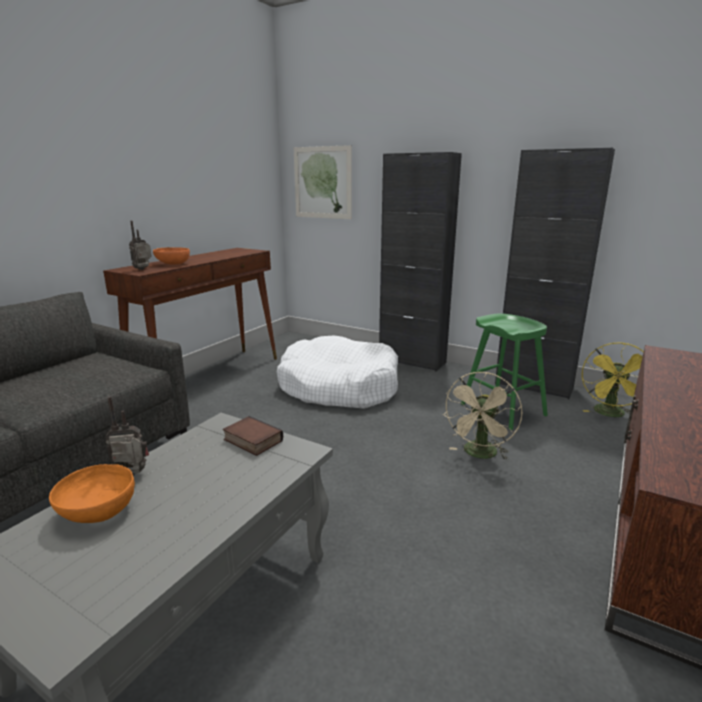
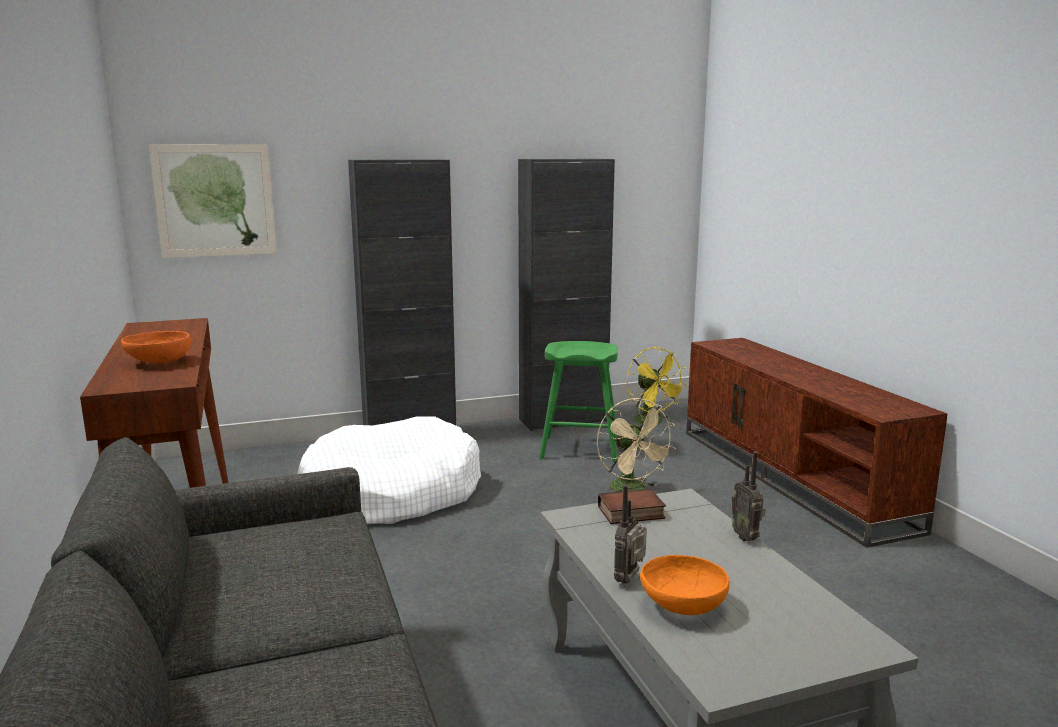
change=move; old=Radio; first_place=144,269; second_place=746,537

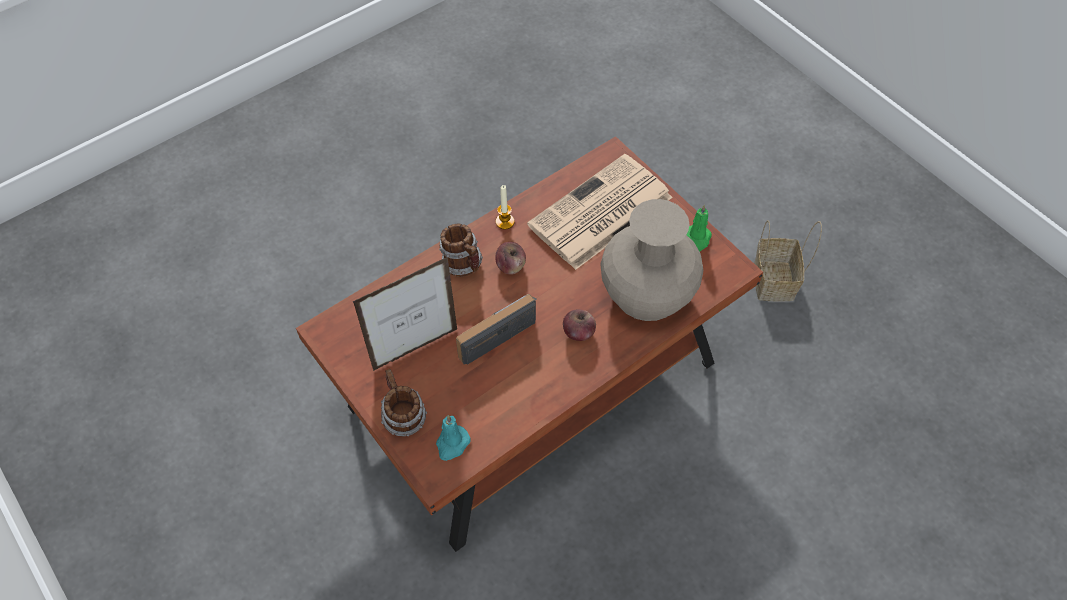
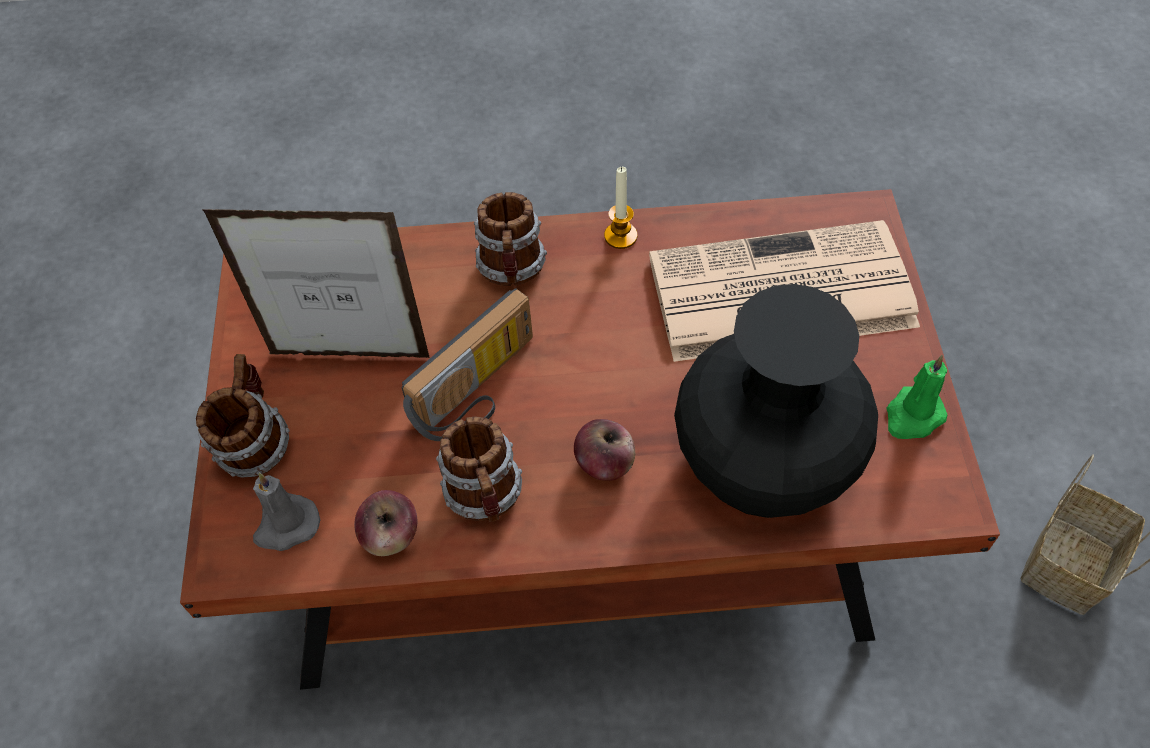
change=recolor; old=Kerze (türkis); new=Kerze (grau); first_place=452,444; second_place=286,526
change=rotate; old=Radio; first_place=495,331; second_place=480,391; degrees=135
change=move; old=Apfel; first_place=510,266; second_place=391,535
change=recolor; old=Vase (beige); new=Vase (schwarz); first_place=647,292; second_place=764,459
change=insert; new=Henkelbecher; second_place=486,496

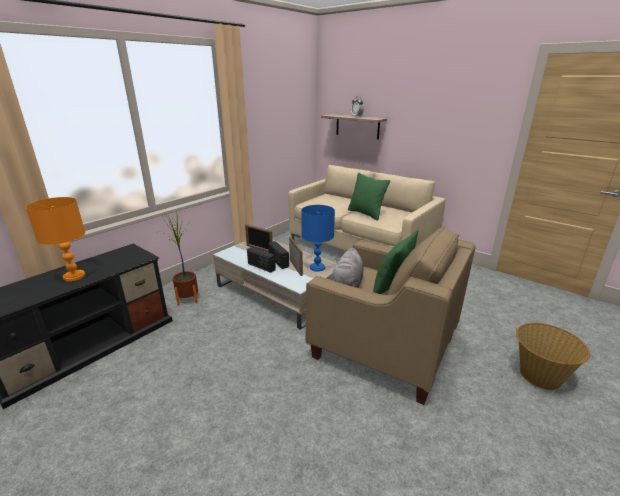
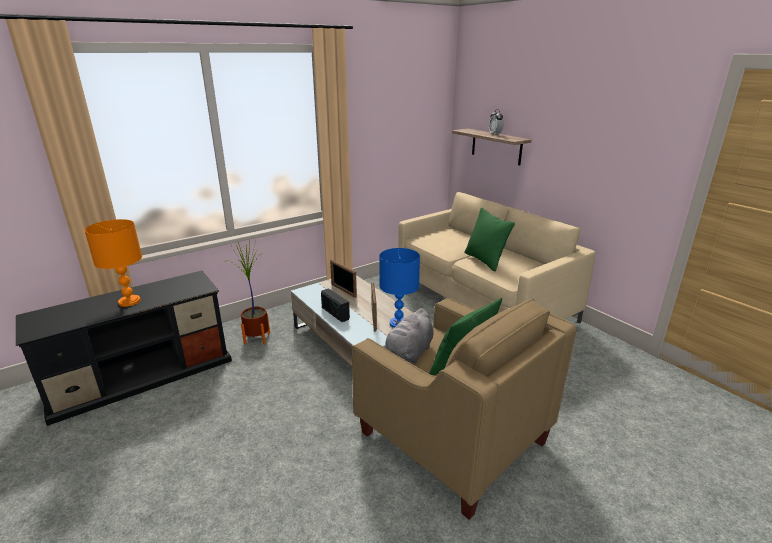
change=delete; old=Radio; first_place=278,262
change=delete; old=Korb; first_place=539,376

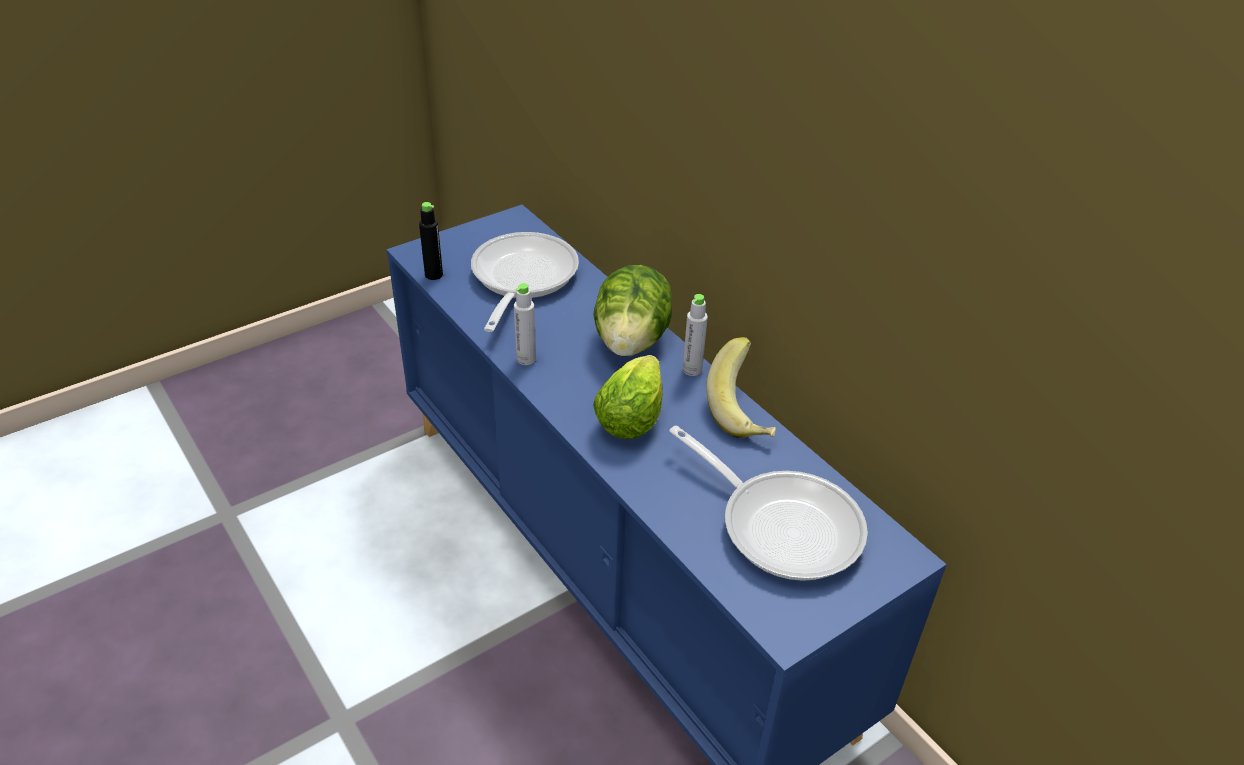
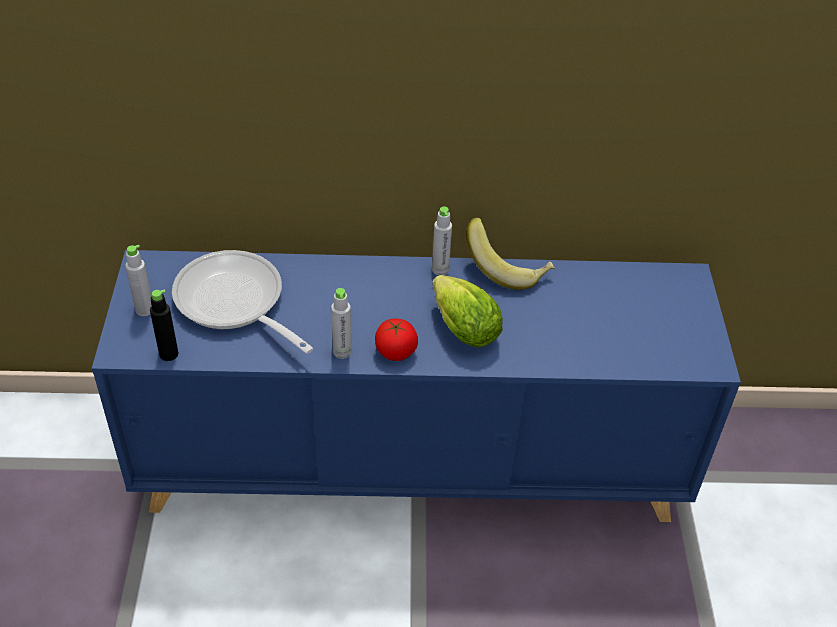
change=delete; old=Salatkopf; first_place=631,341
change=delete; old=Pfanne; first_place=781,524
change=insert; new=Flasche (grau); second_place=144,309
change=insert; new=Tomate; second_place=396,351

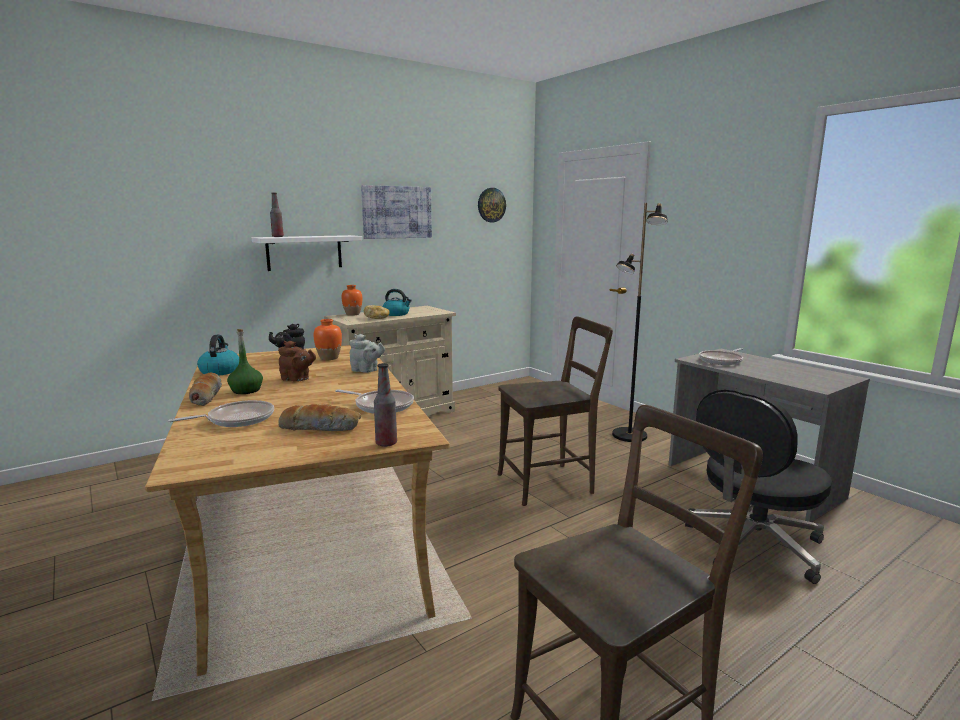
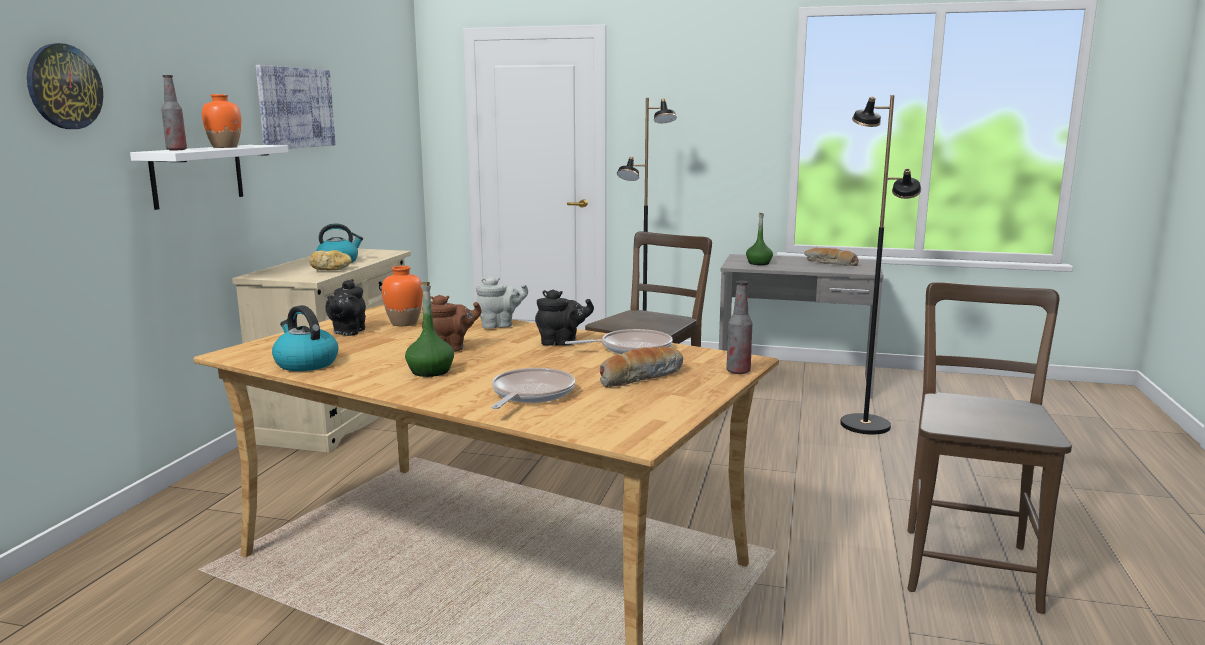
change=move; old=Brot; first_place=206,396; second_place=830,263
change=move; old=Vase (orange); first_place=352,314; second_place=224,147
change=move; old=Wanduhr; first_place=491,205; second_place=64,86
change=replace; old=Bürostuhl (schwarz); new=Stehlampe (schwarz); first_place=752,545; second_place=864,425
change=replace; old=Pfanne; new=Flasche (grün); first_place=722,361; second_place=759,263
change=insert; new=Teekanne (schwarz); second_place=561,343

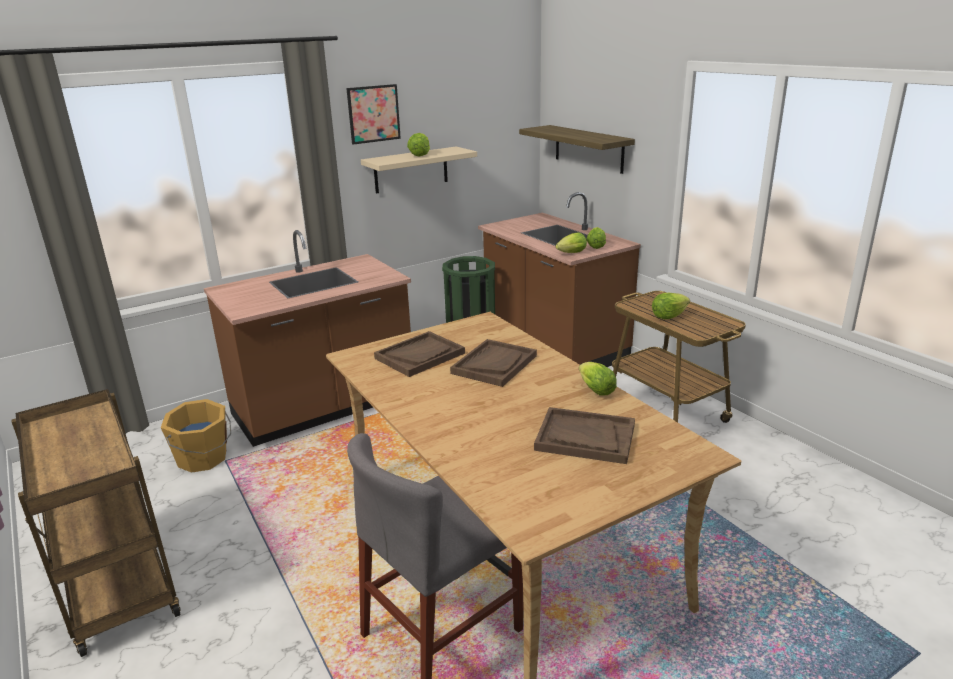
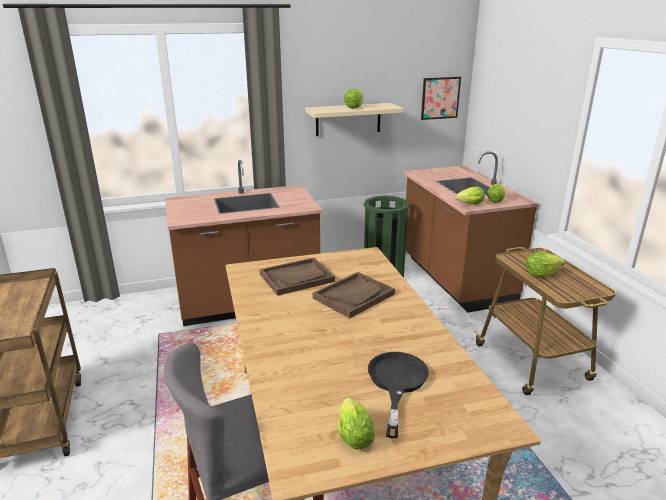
change=delete; old=Eimer (orange); first_place=203,458
change=move; old=Bild; first_place=373,114; second_place=440,98
change=delete; old=Wandregal; first_place=588,148
change=replace; old=Tablett (braun); new=Pfanne (schwarz); first_place=585,438; second_place=396,383
change=move; old=Salatkopf; first_place=594,389; second_place=353,434

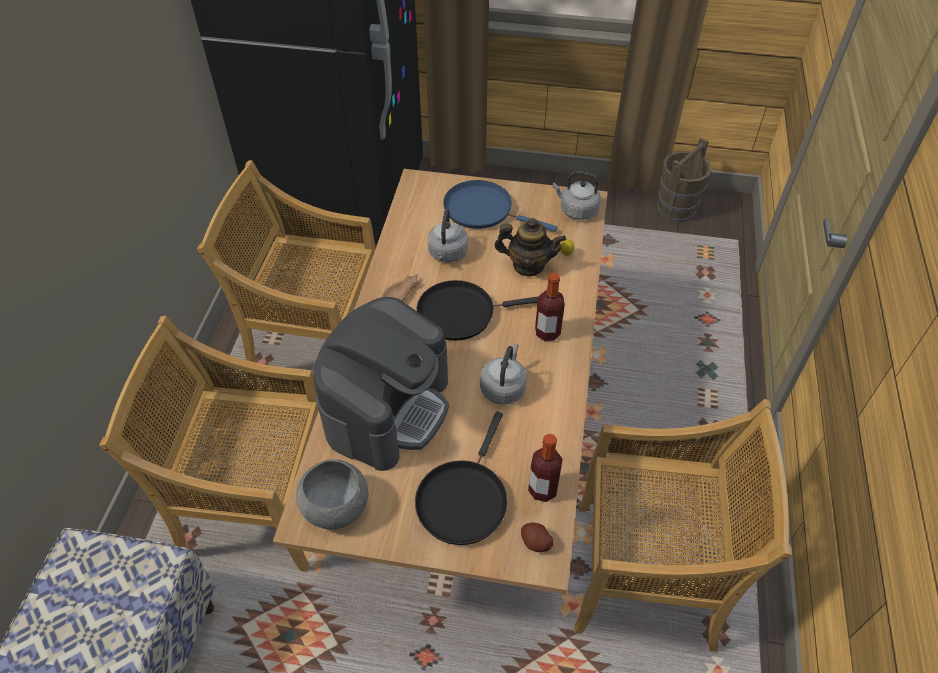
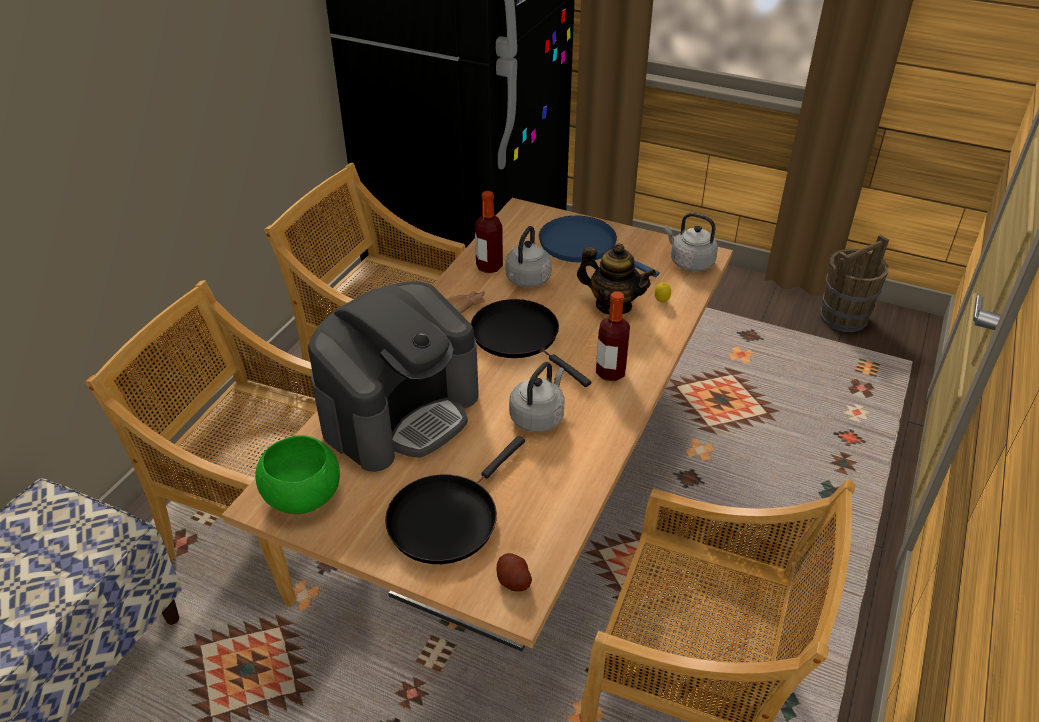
change=recolor; old=Schüssel (grau); new=Schüssel (grün); first_place=335,506; second_place=302,495
change=rotate; old=Pfanne (schwarz); first_place=461,313; second_place=519,337; degrees=45
change=move; old=Flasche; first_place=542,489; second_place=489,266

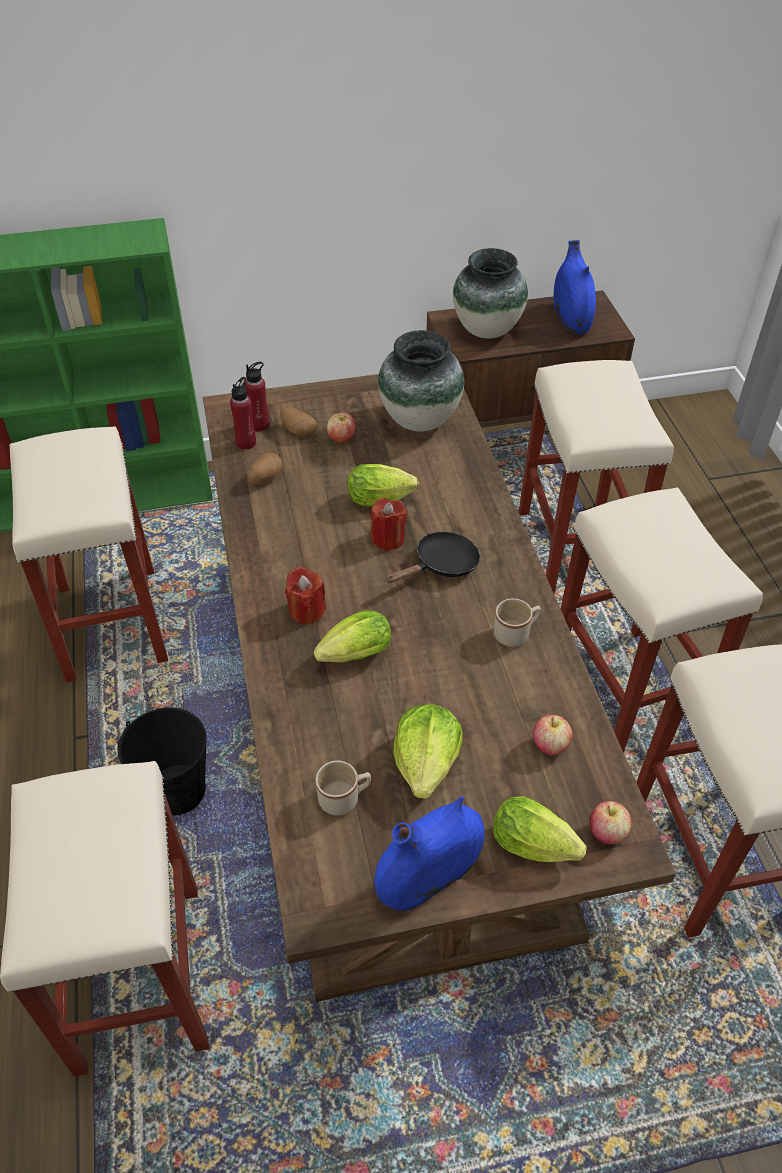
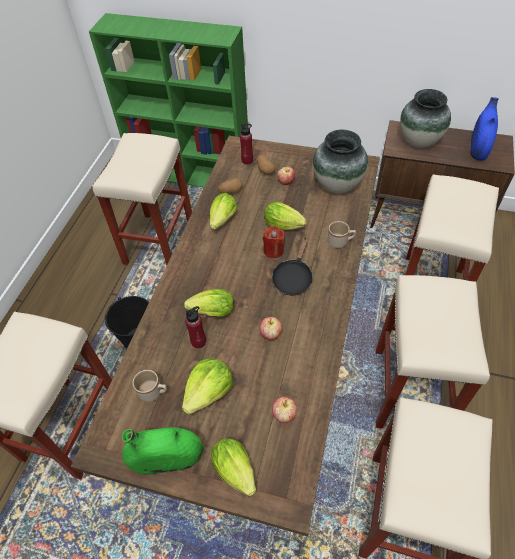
change=move; old=Flasche (rot); first_place=246,443; second_place=198,341
change=delete; old=Kerze (rot); first_place=306,610
change=recolor; old=Vase (blau); new=Vase (grün); first_place=429,876; second_place=167,460
change=rotate; old=Pfanne (schwarz); first_place=441,565; second_place=293,277; degrees=120
change=move; old=Henkelbecher (beige); first_place=516,633; second_place=340,242
change=move; old=Apfel; first_place=606,833; second_place=270,334
change=insert; new=Salatkopf; second_place=222,221

